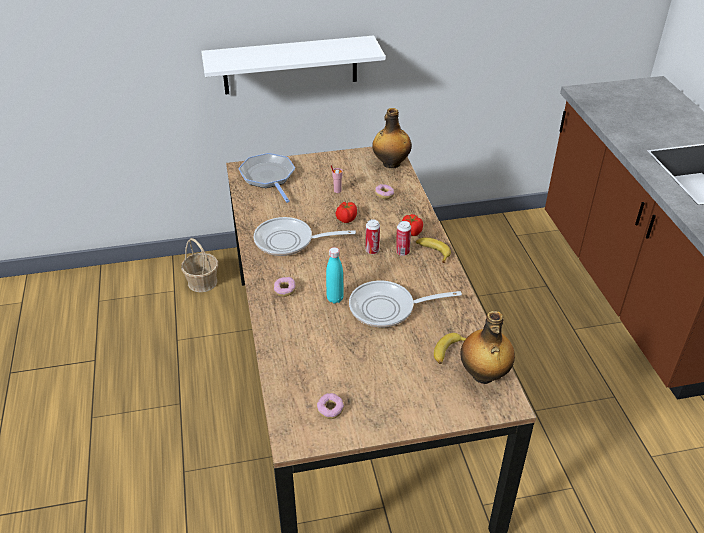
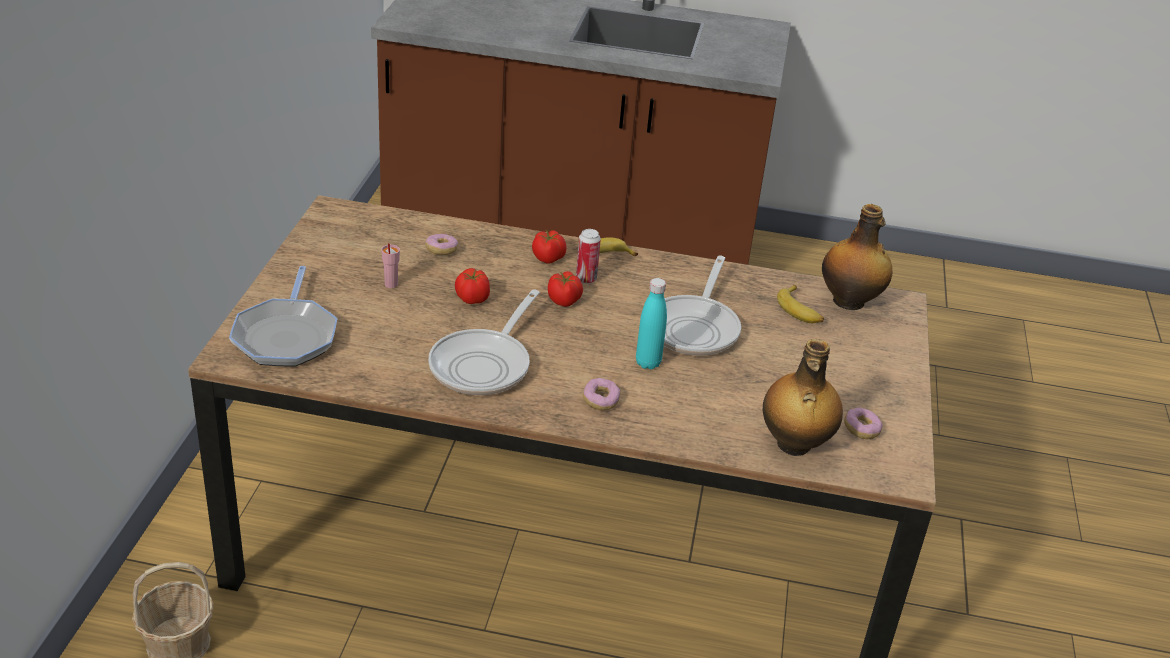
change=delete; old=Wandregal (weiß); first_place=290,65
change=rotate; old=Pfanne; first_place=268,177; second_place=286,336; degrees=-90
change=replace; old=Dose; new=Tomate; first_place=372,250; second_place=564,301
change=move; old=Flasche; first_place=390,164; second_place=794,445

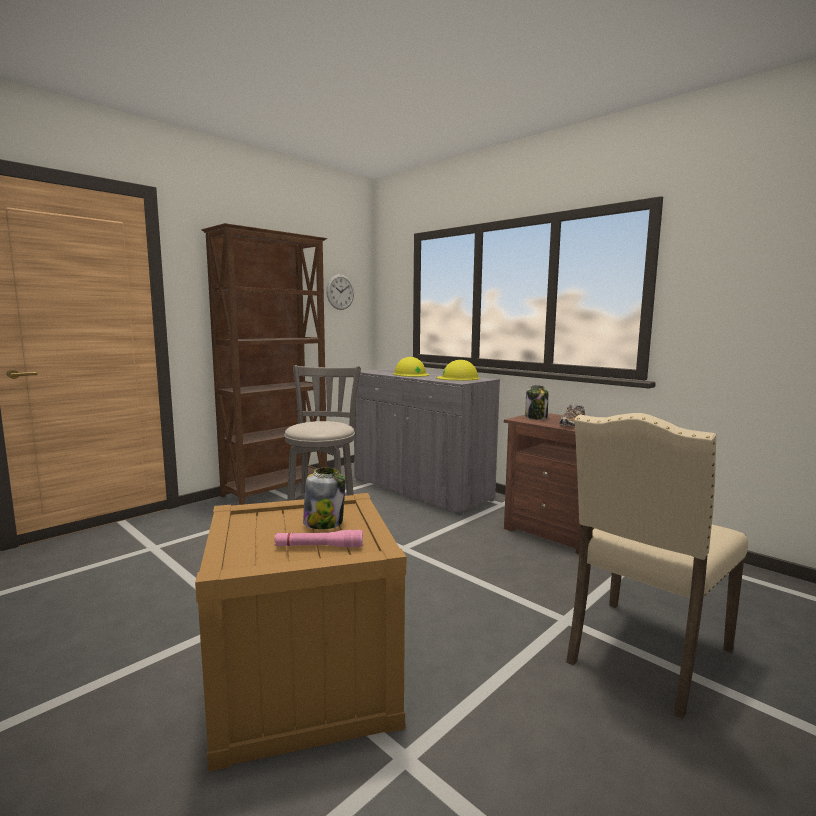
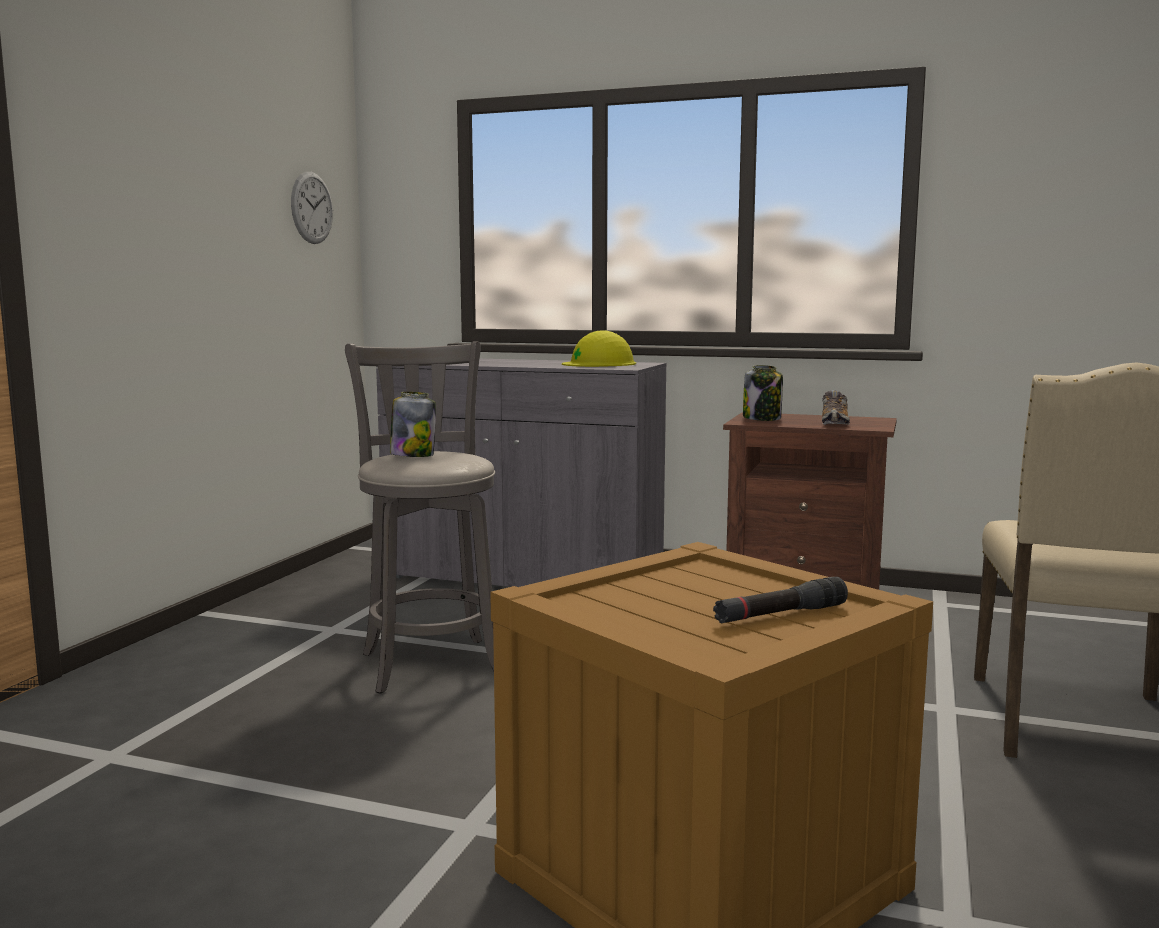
change=delete; old=Bücherregal (braun); first_place=277,490
change=recolor; old=Taschenlampe (rosa); new=Taschenlampe (schwarz); first_place=319,547; second_place=780,615
change=move; old=Vorratsglas; first_place=324,523; second_place=412,455
change=delete; old=Schutzhelm (gelb); first_place=411,374

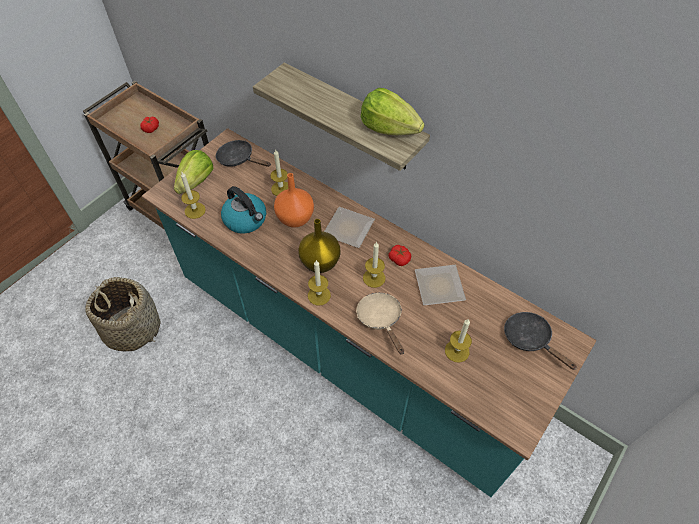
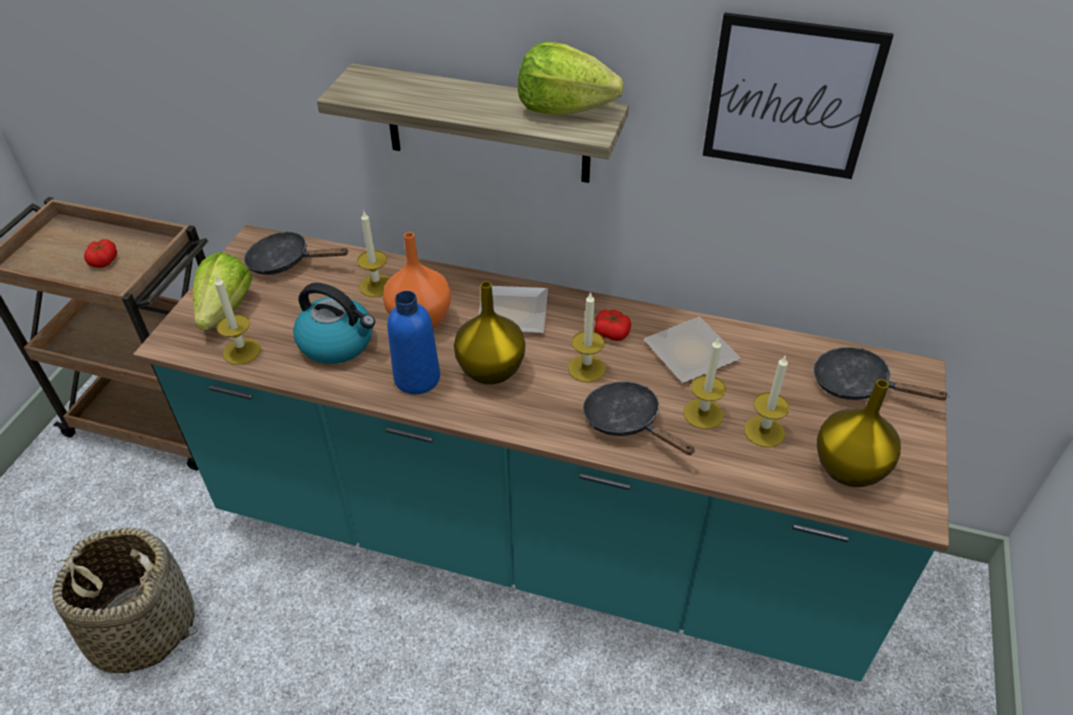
change=move; old=Kerze; first_place=319,295; second_place=703,414
change=recolor; old=Pfanne (beige); new=Pfanne (schwarz); first_place=381,319; second_place=627,422
change=insert; new=Flasche (blau); second_place=417,378
change=insert; new=Bild; second_place=790,97
change=insert; new=Vase (gelb); second_place=849,468

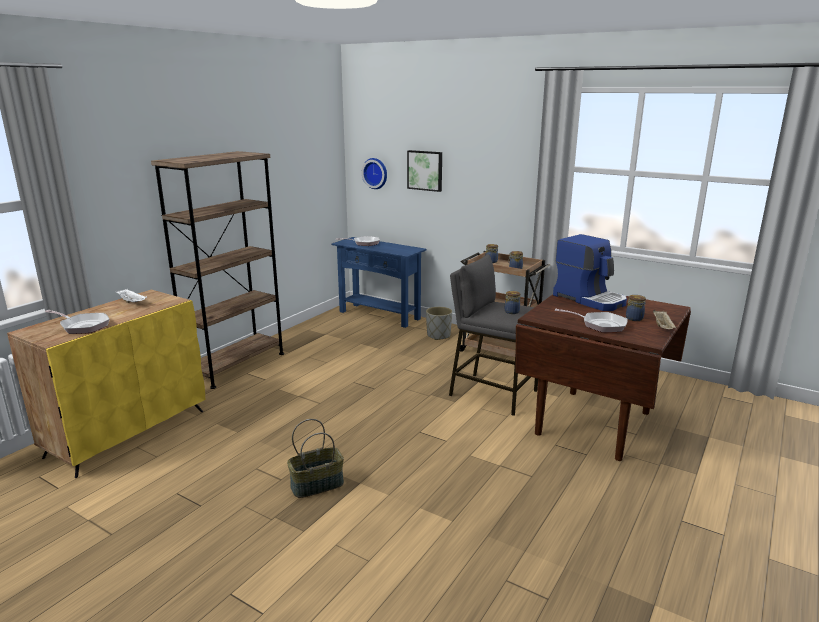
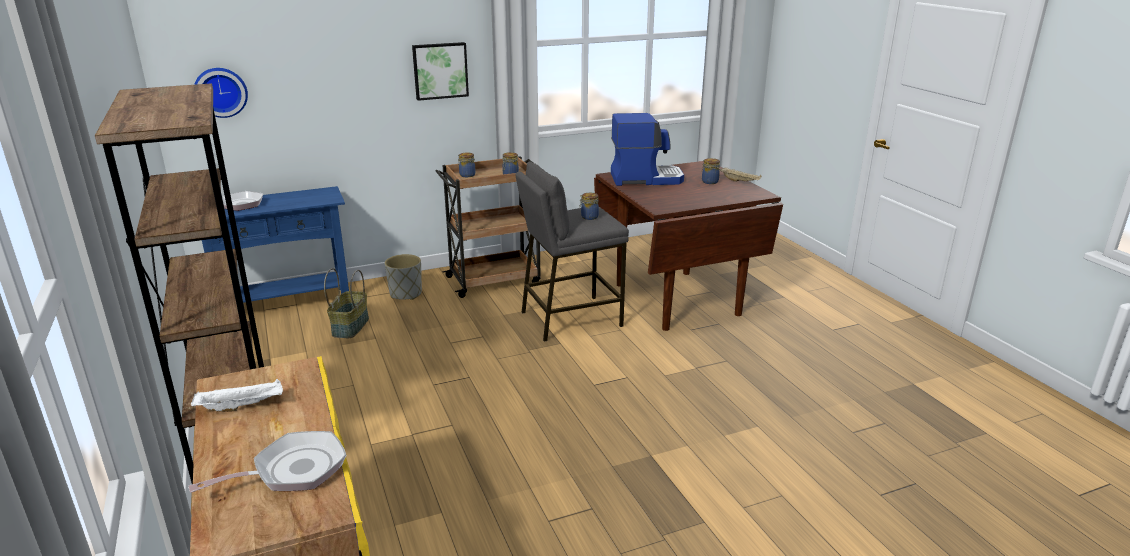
change=move; old=Korb; first_place=317,484; second_place=350,326
change=move; old=Bild; first_place=425,170; second_place=440,70
change=delete; old=Pfanne; first_place=600,325

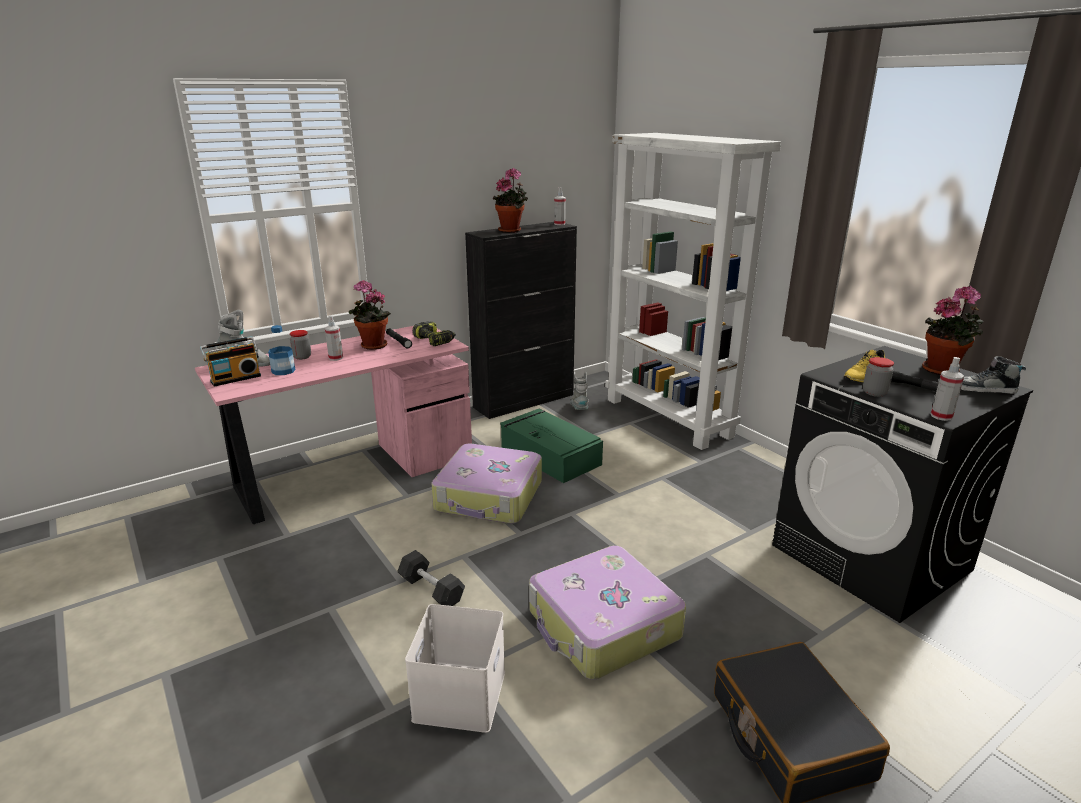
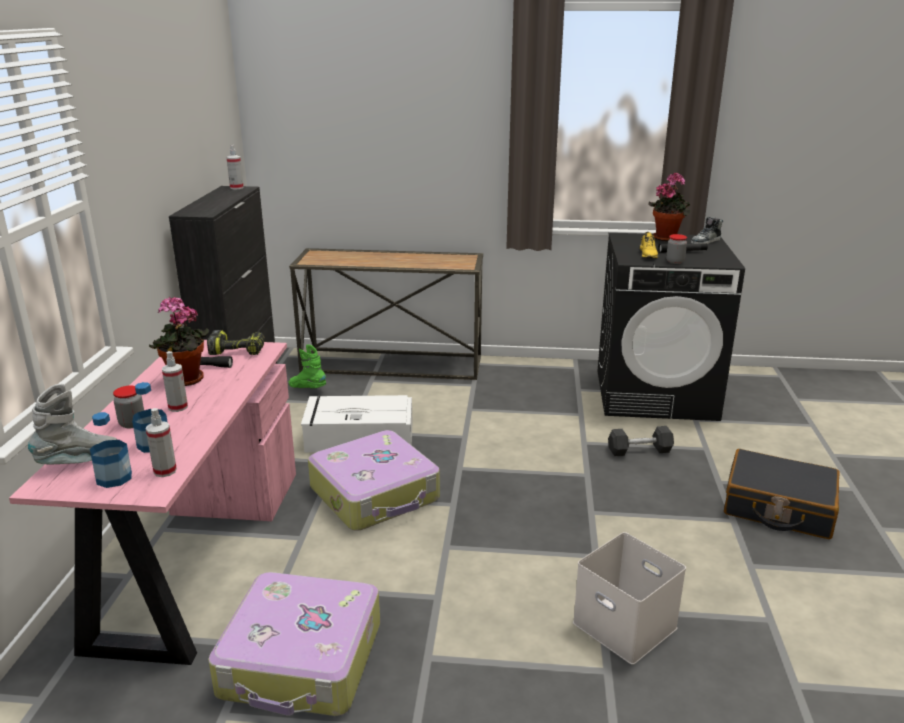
change=replace; old=Radio; new=Flasche; first_place=235,378; second_place=114,478
change=move; old=Hantel (grau); first_place=431,589; second_place=639,451
change=delete; old=Topfpflanze; first_place=511,230
change=recolor; old=Aufbewahrungsbox (grün); new=Aufbewahrungsbox (weiß); first_place=549,455; second_place=358,436
change=move; old=Koffer; first_place=603,626; second_place=302,660
change=recolor; old=Stiefel (grau); new=Stiefel (grün); first_place=579,409; second_place=308,388
change=replace; old=Bücherregal (weiß); new=Konsolentisch; first_place=669,418; second_place=392,363
change=move; old=Sprühflasche; first_place=941,416; second_place=165,471

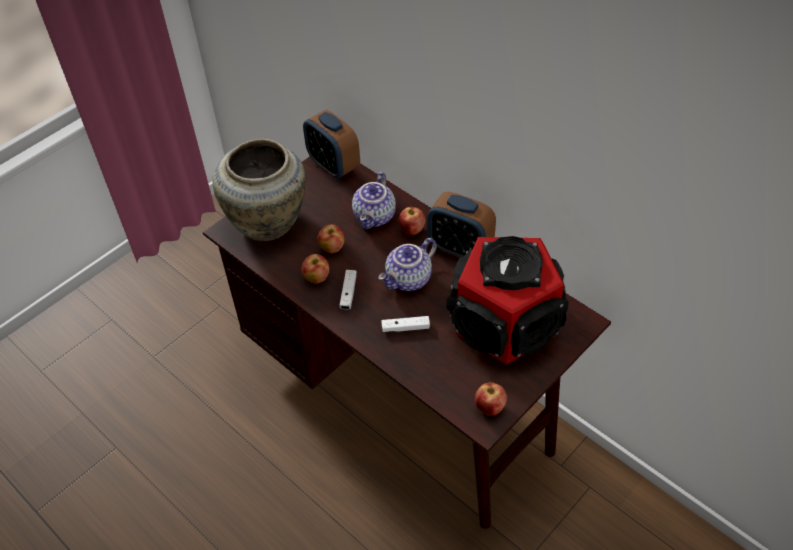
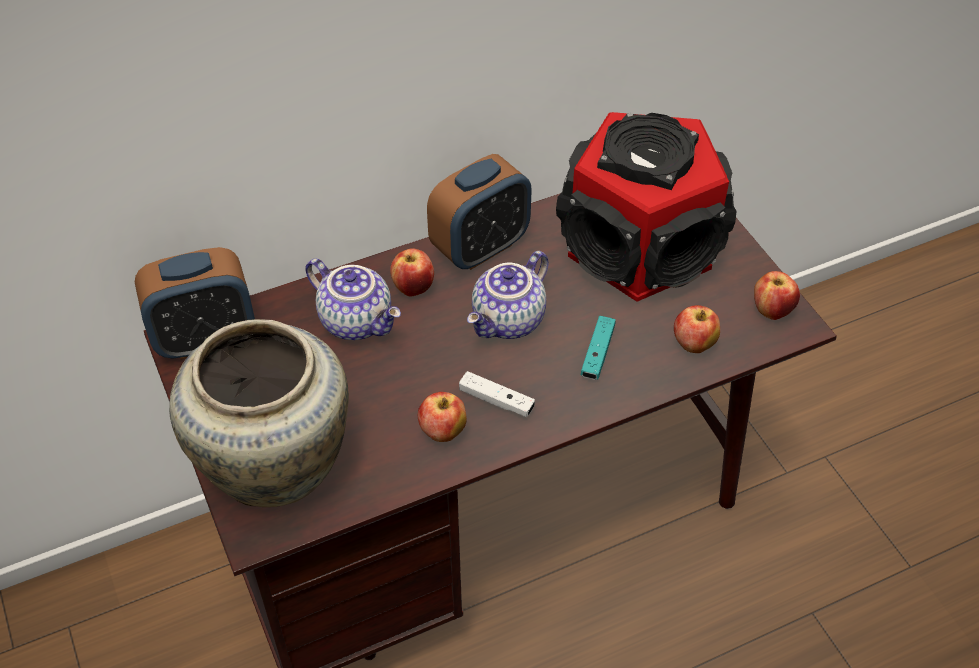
change=move; old=Apfel; first_place=332,248; second_place=693,344
change=rotate; old=Teekanne; first_place=409,280; second_place=509,322; degrees=60
change=recolor; old=Gamepad (weiß); new=Gamepad (türkis); first_place=405,328; second_place=597,354

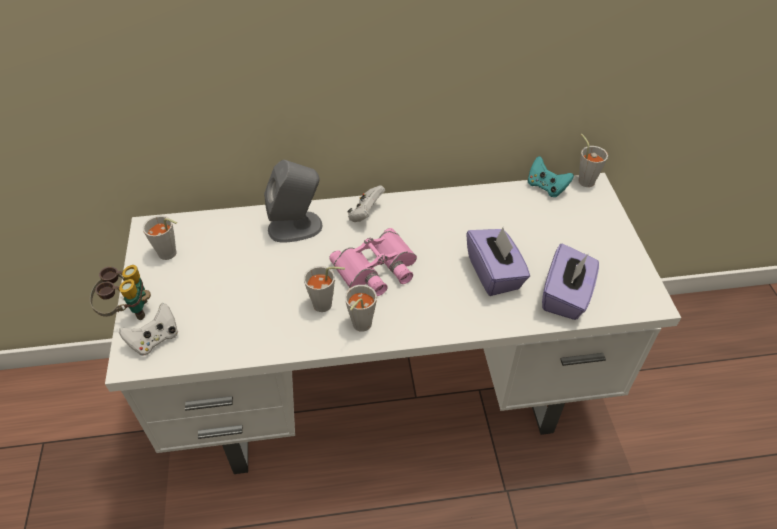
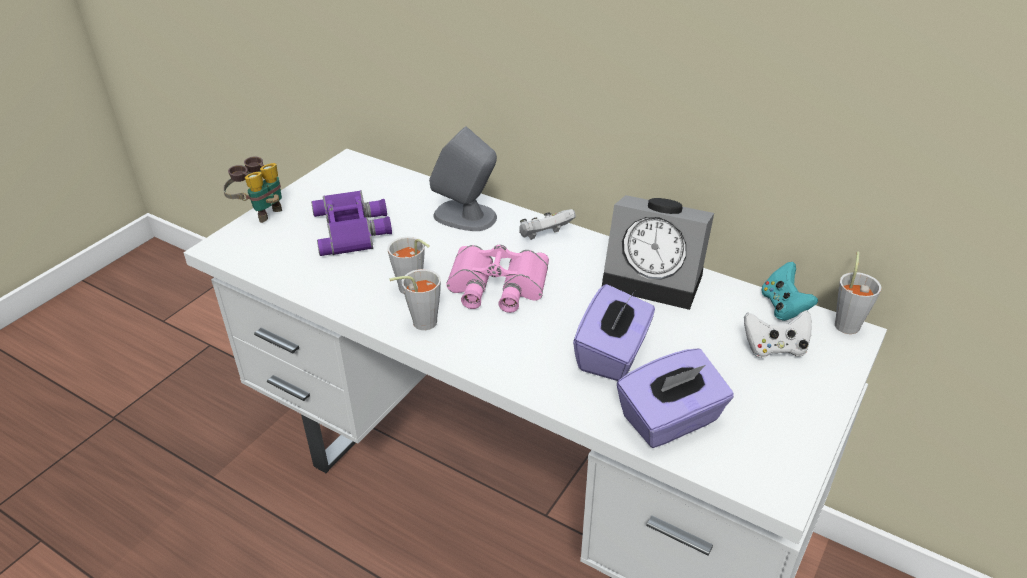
change=move; old=Gamepad (weiß); first_place=155,339; second_place=774,348
change=delete; old=Tasse (grau); first_place=170,255
change=insert; new=Fernglas (lila); second_place=353,229
change=insert; new=Wecker; second_place=656,279

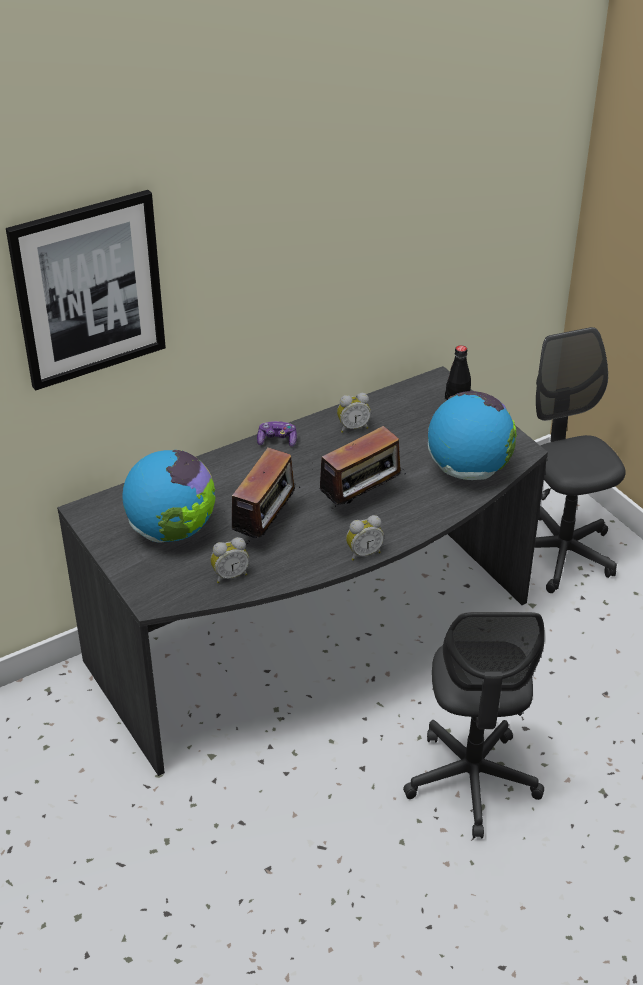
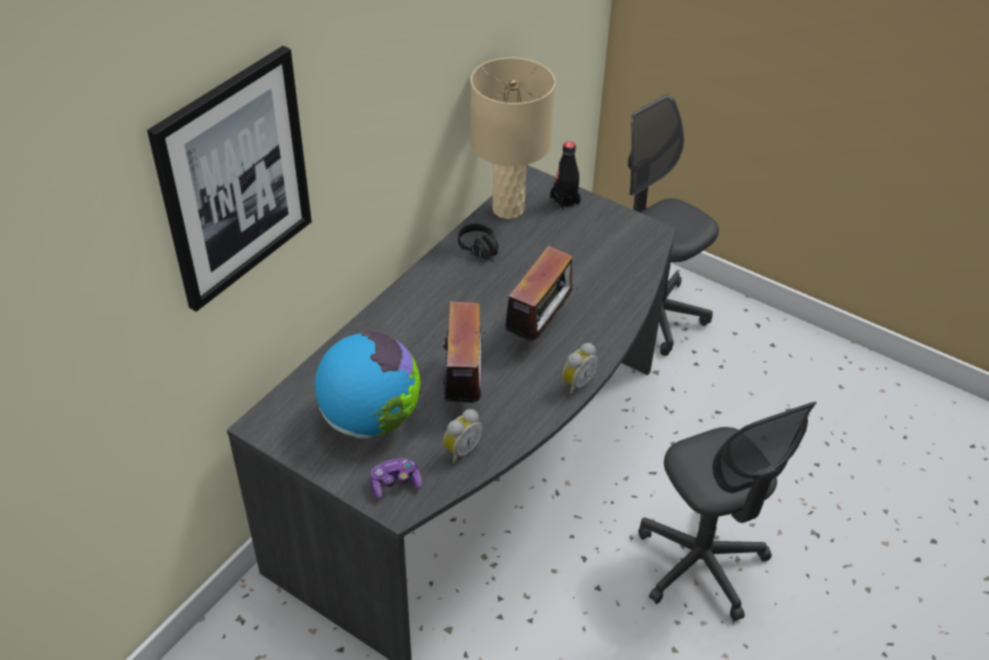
change=move; old=Gamepad; first_place=277,440; second_place=395,484
change=replace; old=Wecker; new=Kopfhörer (schwarz); first_place=353,427; second_place=482,251
change=delete; old=Globus; first_place=468,470
change=insert; new=Tischlampe (beige); second_place=508,209

